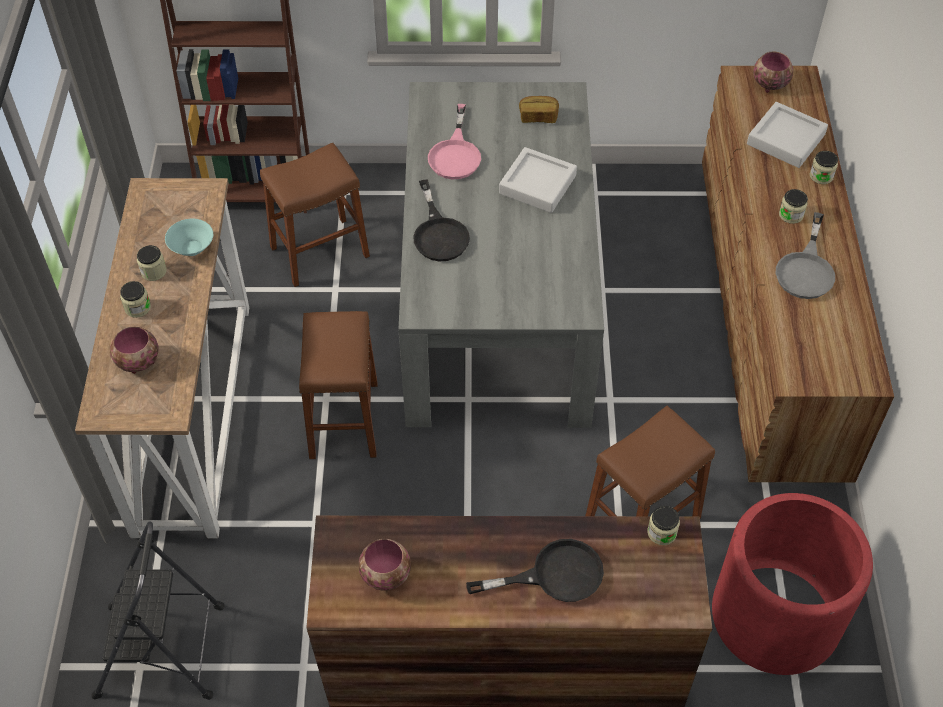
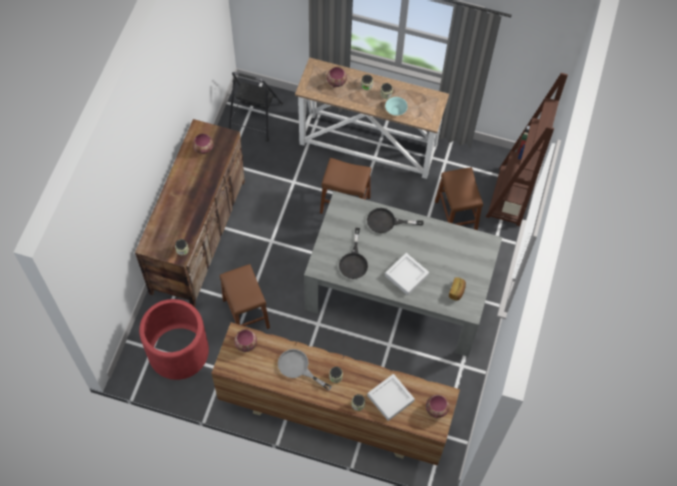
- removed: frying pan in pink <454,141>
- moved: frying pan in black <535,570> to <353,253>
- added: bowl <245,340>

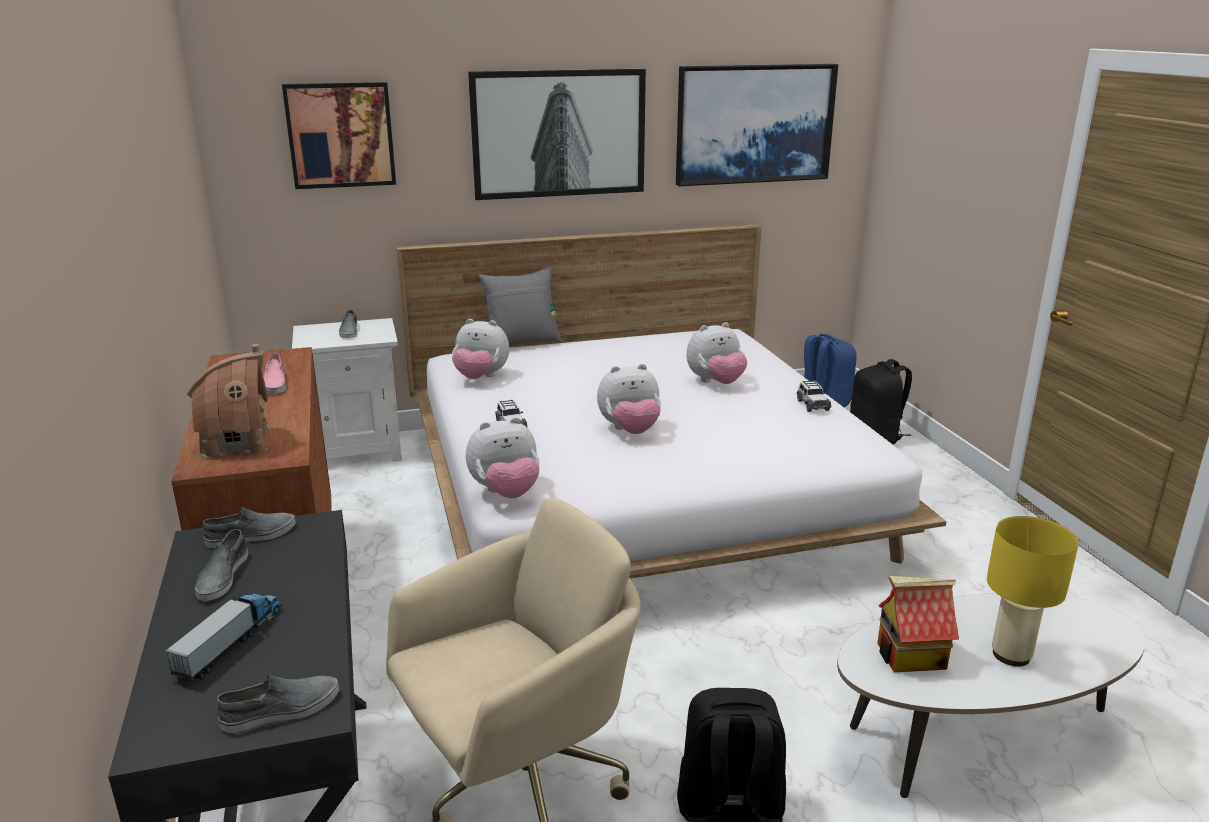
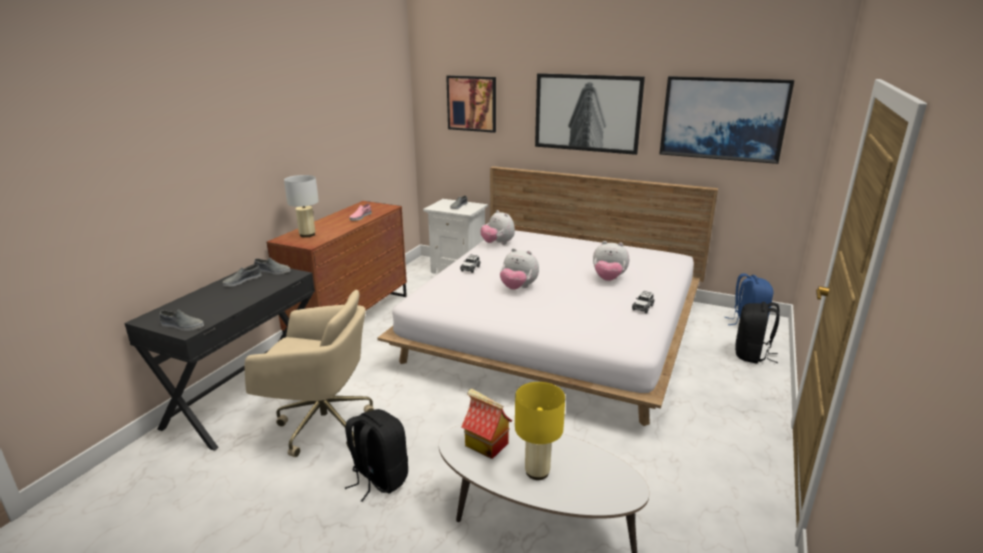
- removed: toy truck <224,638>
- replaced: toy house <229,401> to table lamp in white <301,206>
- removed: plush toy <502,457>
- removed: pillow in grey <520,306>

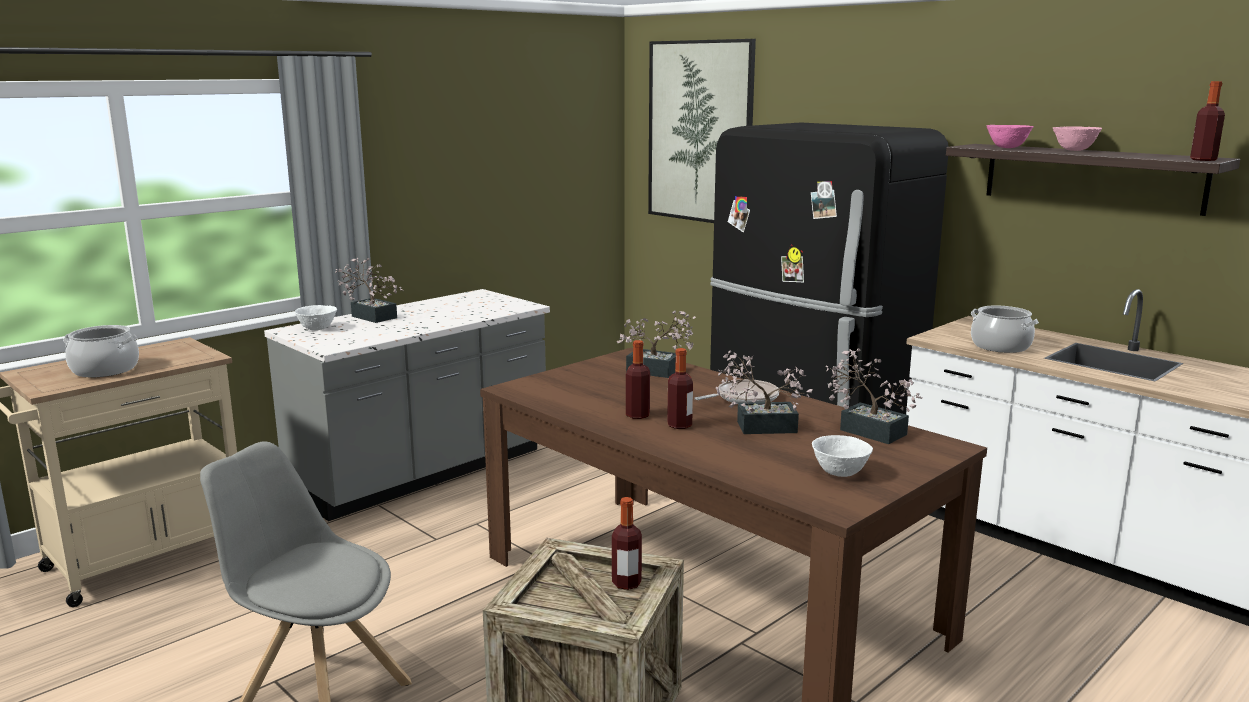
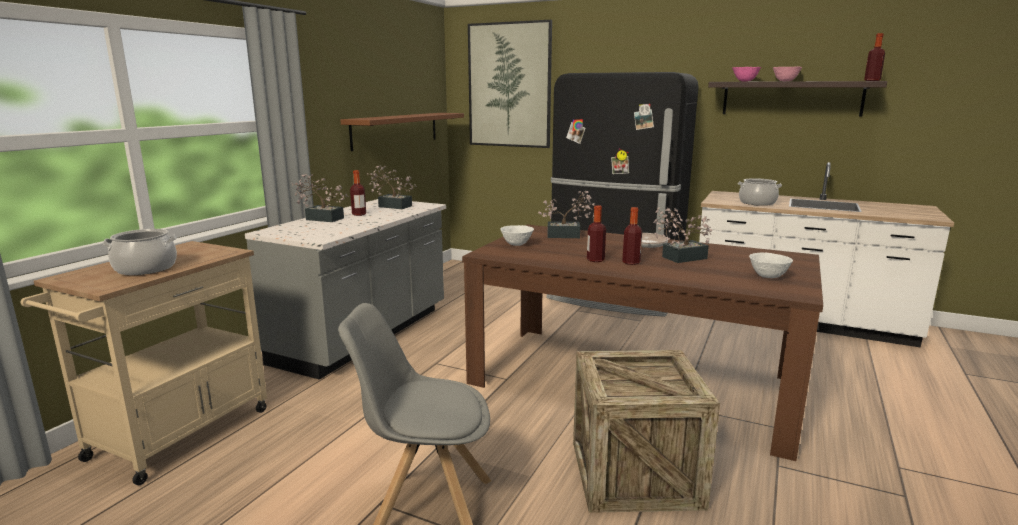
- moved: bowl in white <315,318> to <517,235>
- moved: bottle <627,543> to <358,193>
- moved: potted plant <873,396> to <392,187>
- added: shelf in brown <402,132>

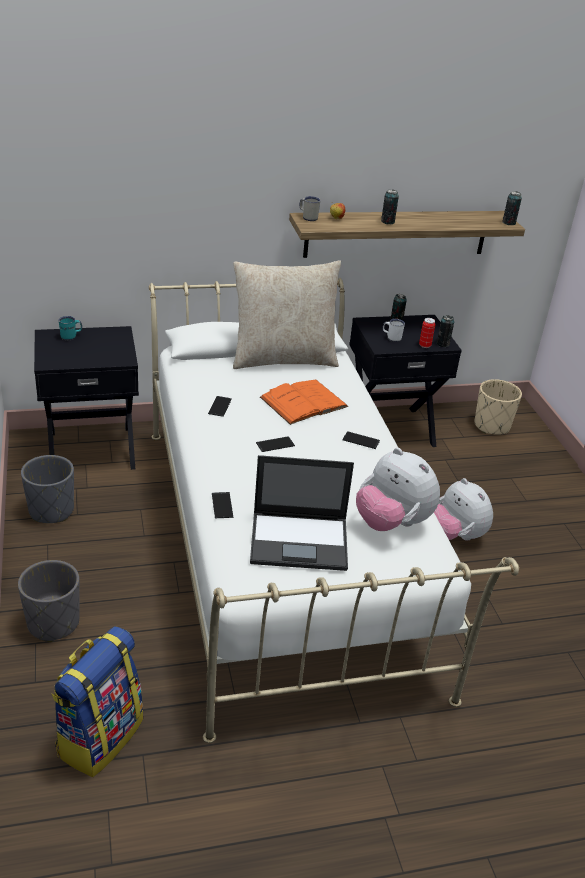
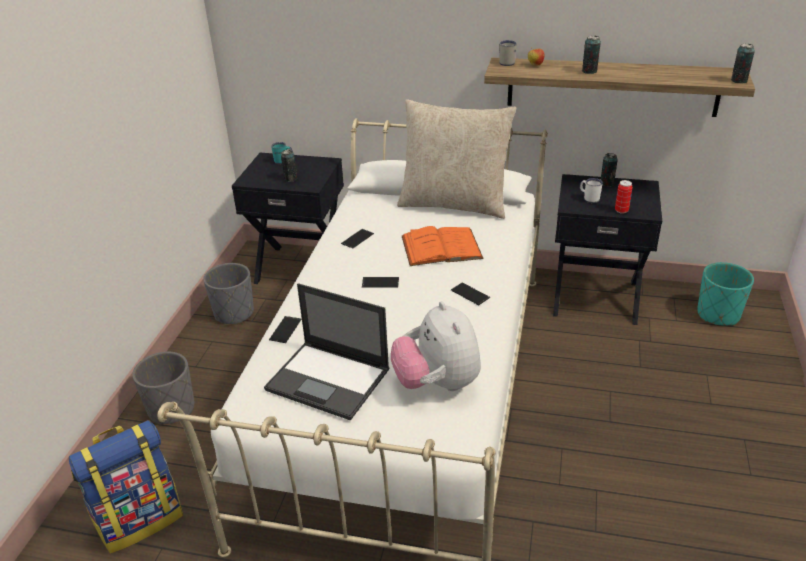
- removed: plush toy <463,509>
- moved: can <445,331> to <289,165>
- recoloured: planter in beige <498,407> to planter in turquoise <725,294>

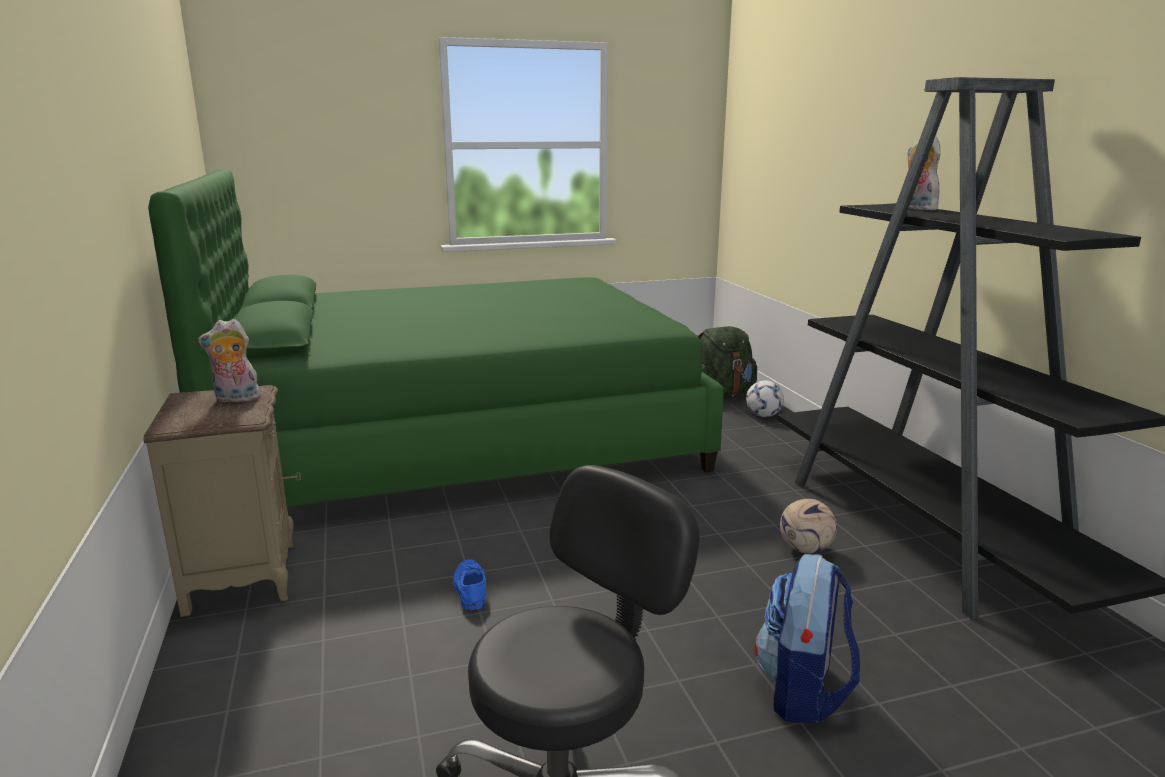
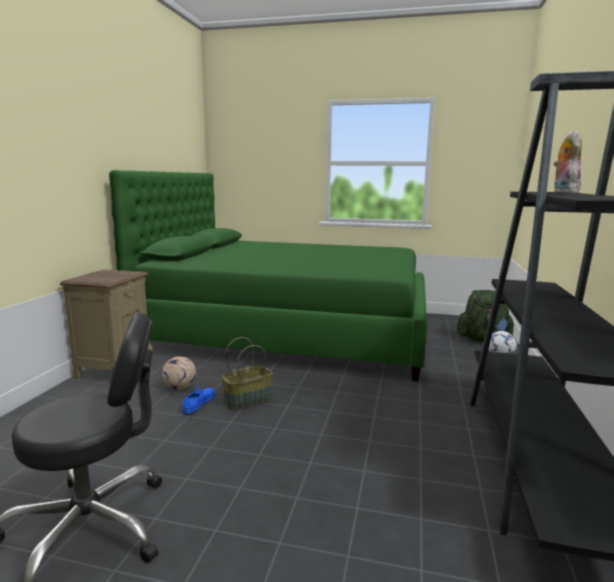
- removed: plush toy <230,361>
- removed: backpack <807,638>
- moved: football <808,526> to <179,373>
- added: basket <247,373>

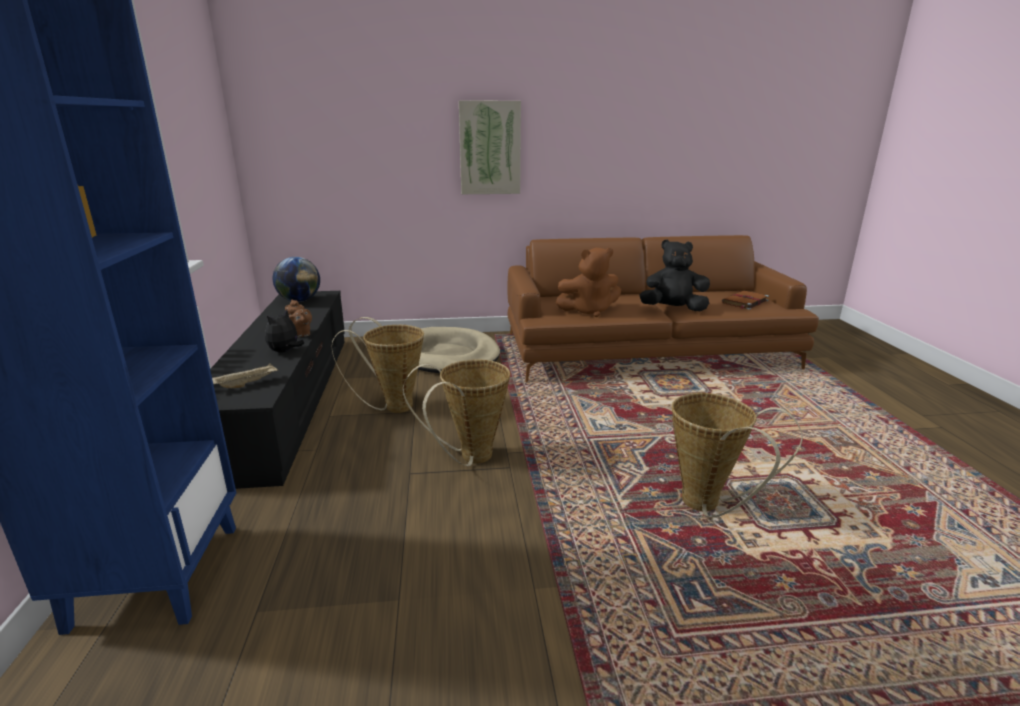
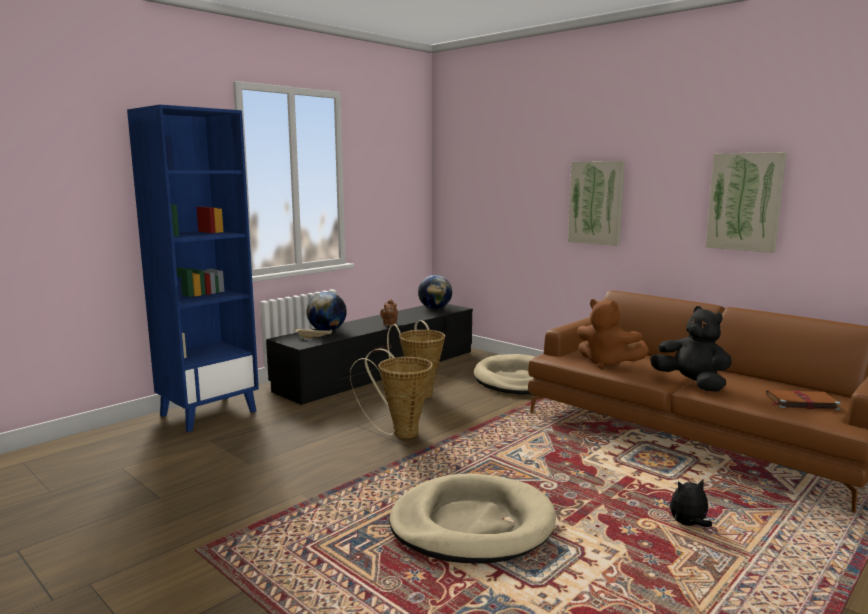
- moved: plush toy <284,331> to <691,503>
- replaced: basket <737,455> to dog bed in beige <472,518>
- added: globe <326,311>
- added: picture <746,202>

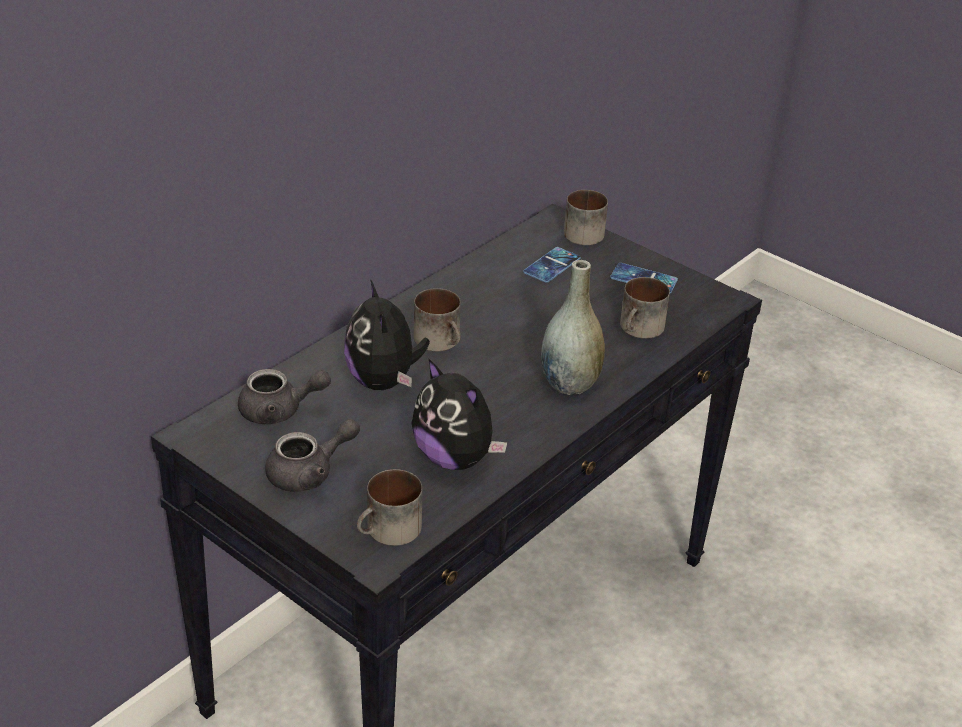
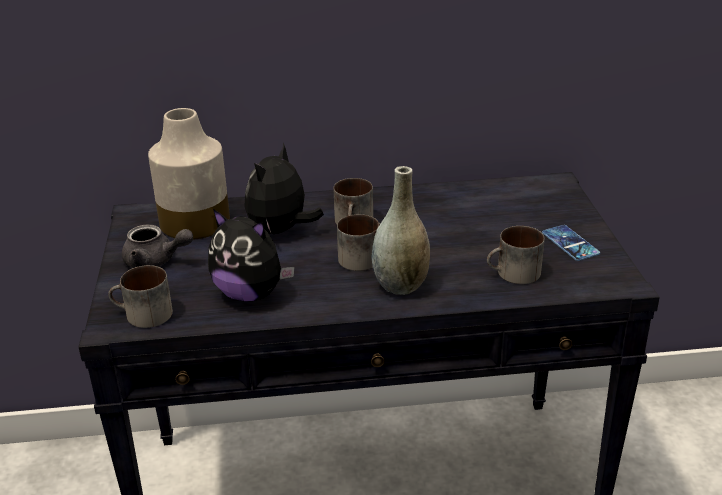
- replaced: teapot in grey <284,396> to vase in beige <189,174>
- turned: plush toy <459,414> = <251,255> 60 degrees counterclockwise
- removed: phone <552,265>
- moved: mug <586,217> to <359,242>

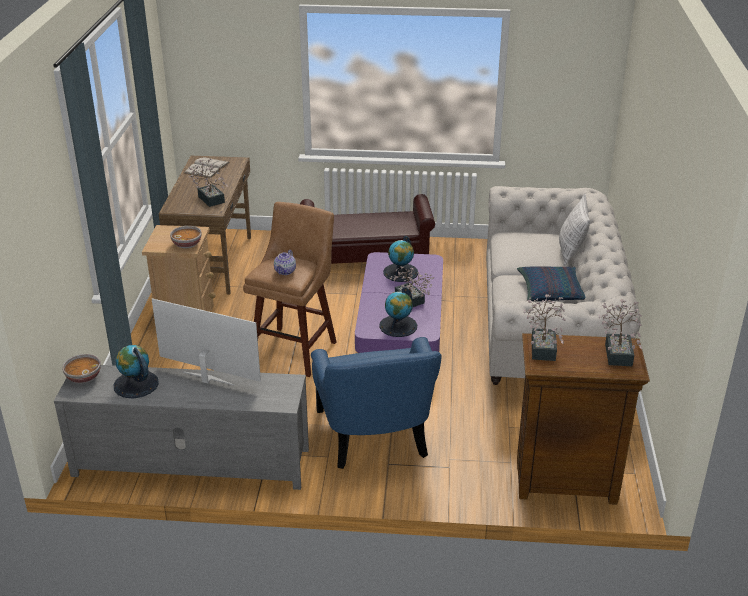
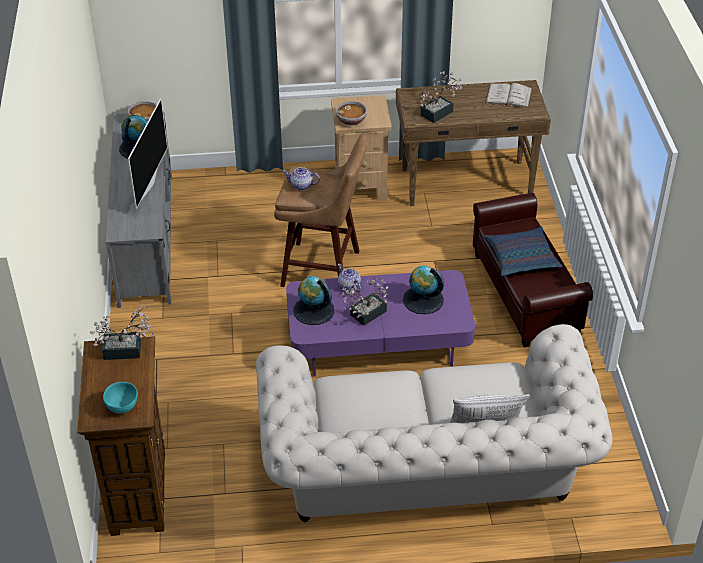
- removed: armchair in blue <376,403>
- moved: pillow in blue <551,283> to <522,251>
- replaced: potted plant <620,333> to bowl in turquoise <120,398>
- added: teapot <349,278>

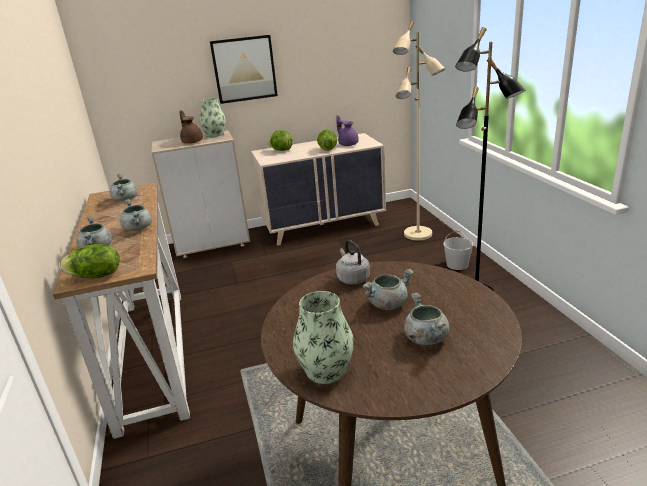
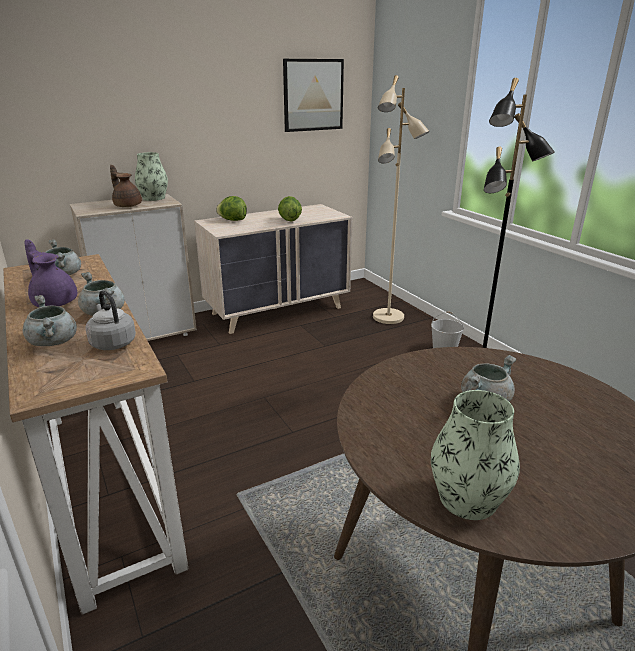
- removed: lettuce <89,261>
- moved: picture <244,69> to <313,95>
- moved: teapot in purple <347,130> to <50,273>
- moved: kettle in grey <353,262> to <110,320>
- removed: cooking pot in grey <427,319>

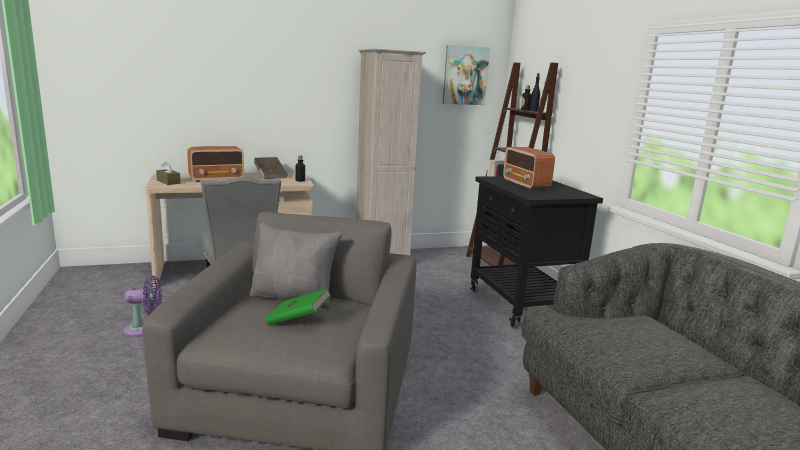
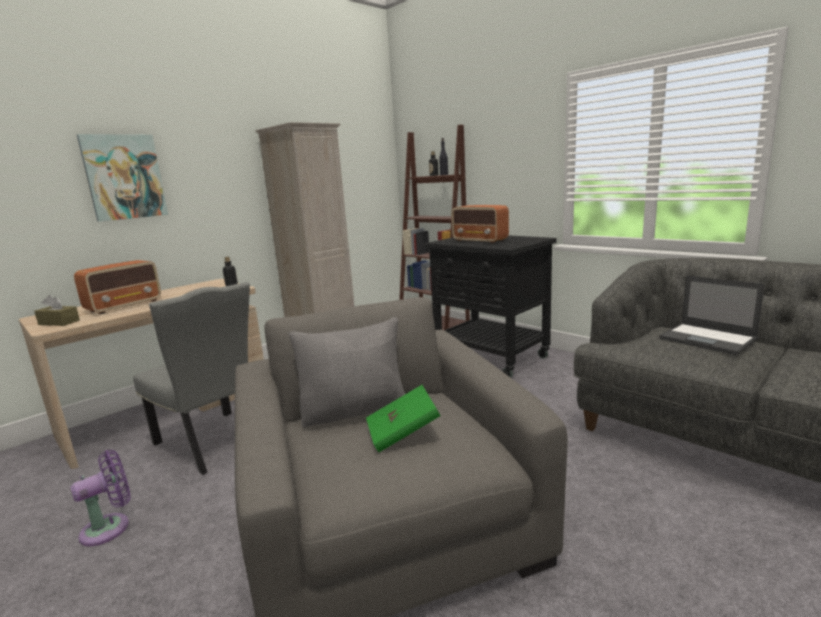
- removed: book in brown <271,168>
- moved: picture <466,75> to <122,178>
- added: laptop <712,315>

